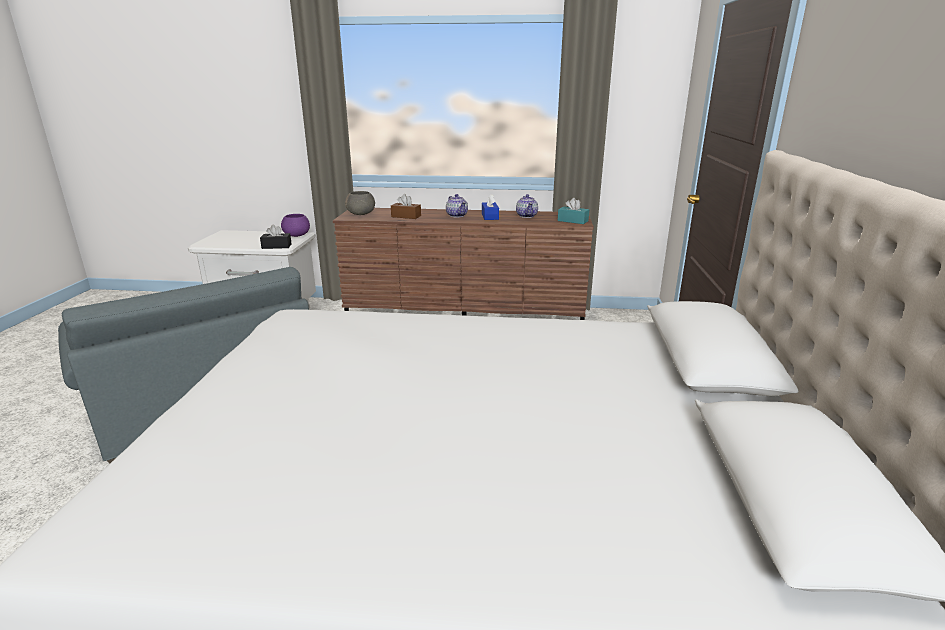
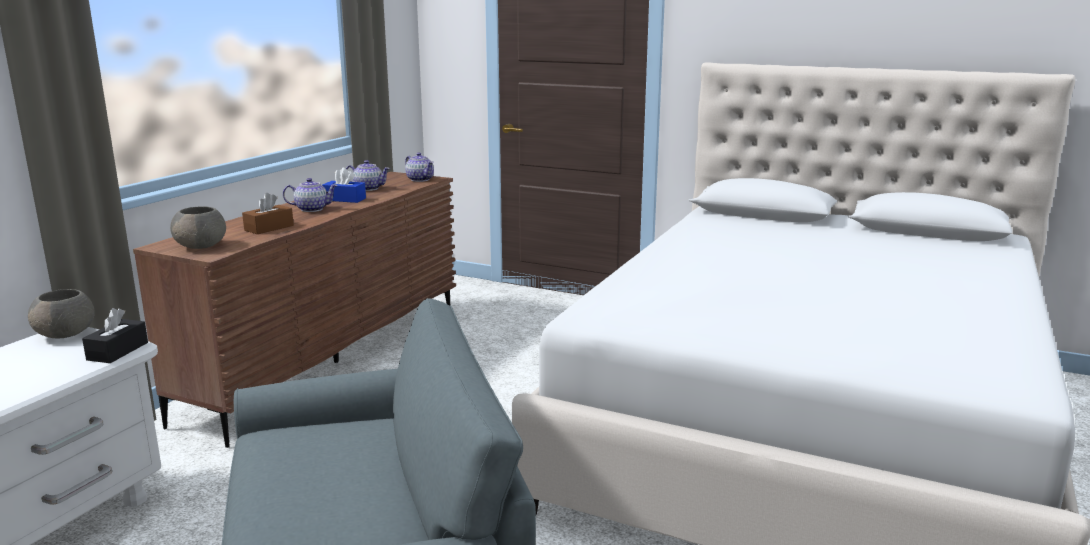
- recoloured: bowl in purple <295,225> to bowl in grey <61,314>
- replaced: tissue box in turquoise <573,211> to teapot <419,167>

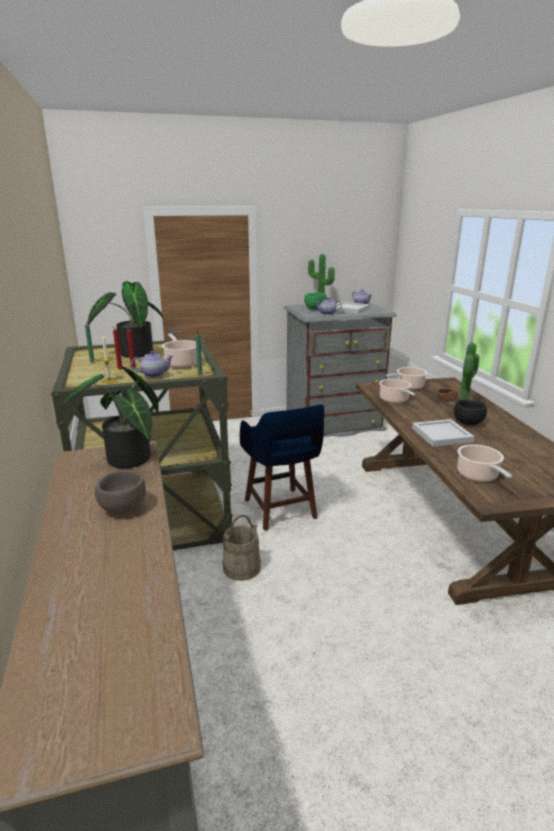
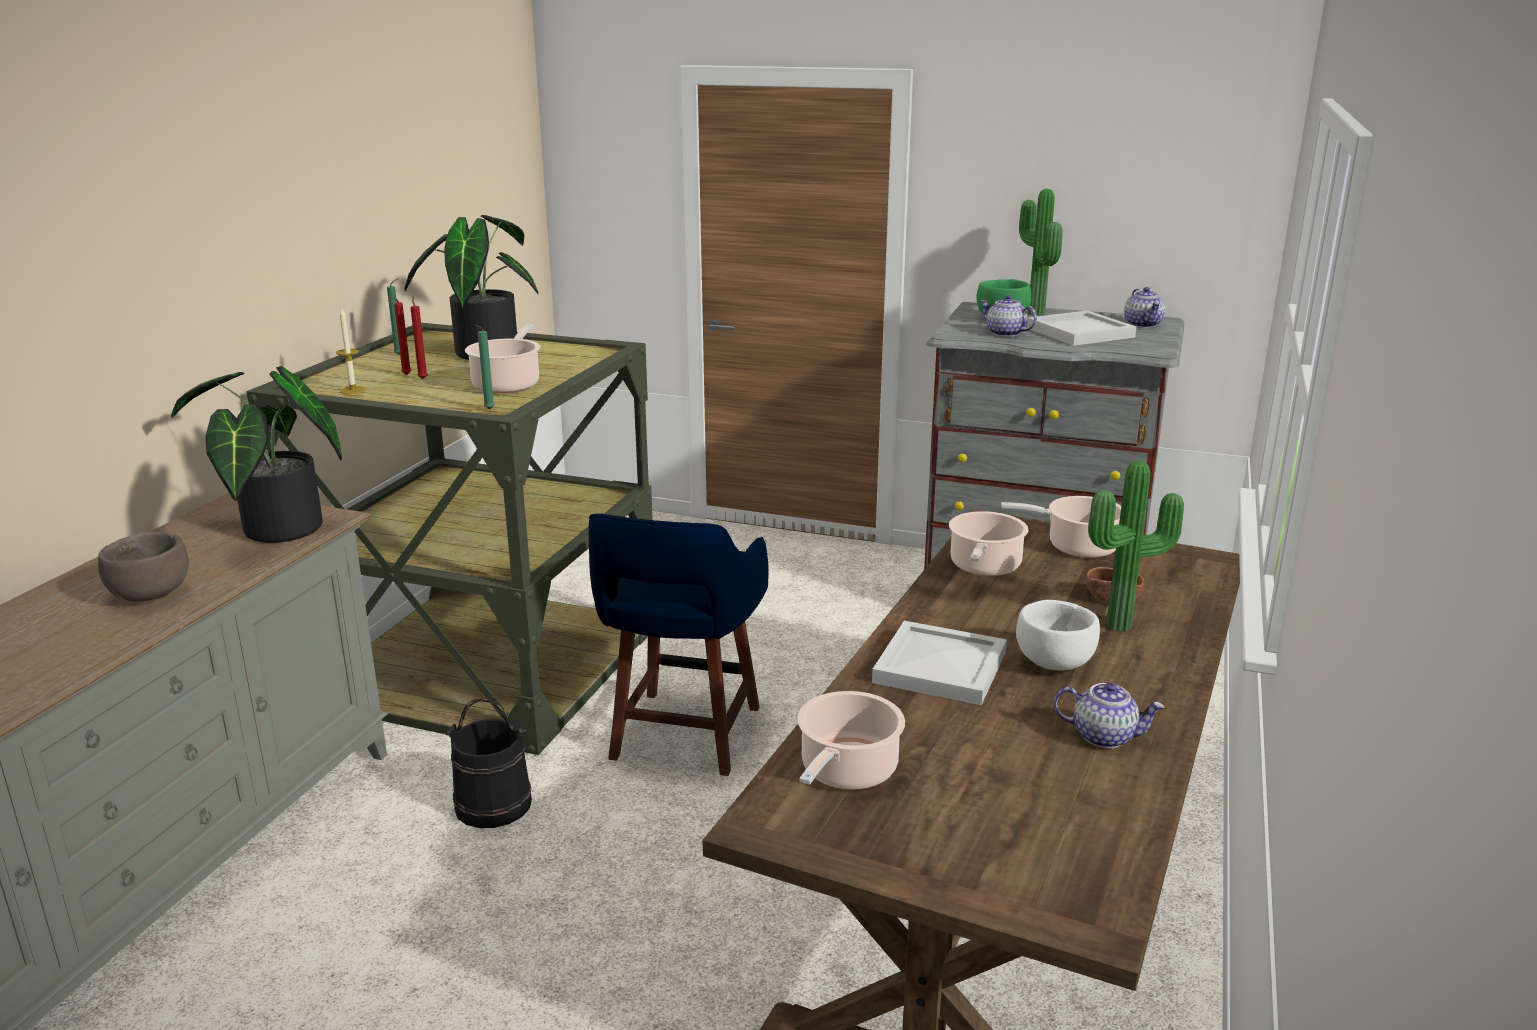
- moved: teapot <152,364> to <1108,715>
- recoloured: bucket in beige <241,548> to bucket in black <488,762>
- recoloured: bowl in black <470,412> to bowl in white <1058,635>

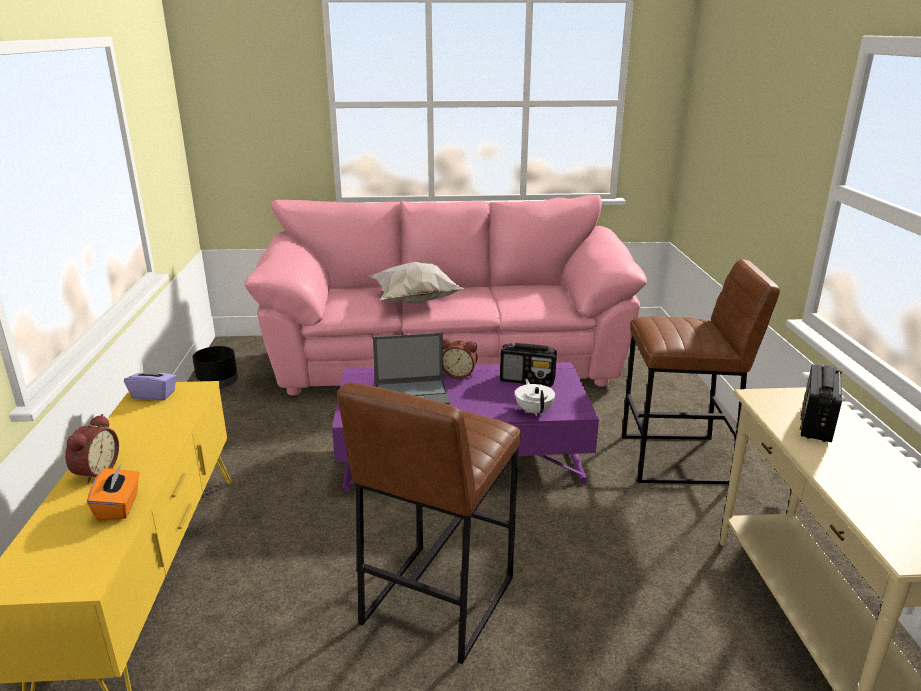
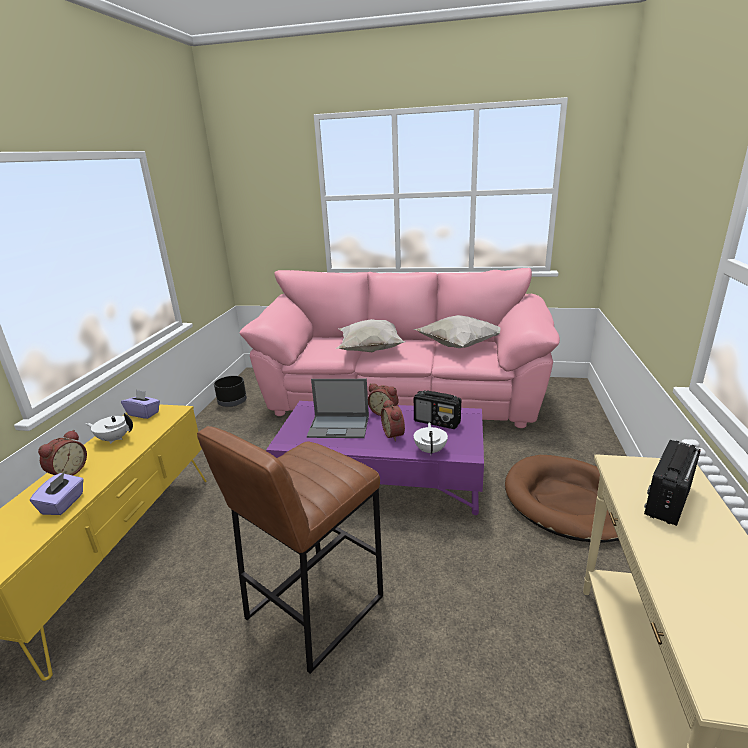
- recoloured: tissue box in orange <113,493> to tissue box in purple <57,493>
- replaced: stool in brown <701,371> to dog bed in brown <562,499>
- added: teapot in white <109,428>
- added: alarm clock <393,420>
- added: pillow in white <456,331>

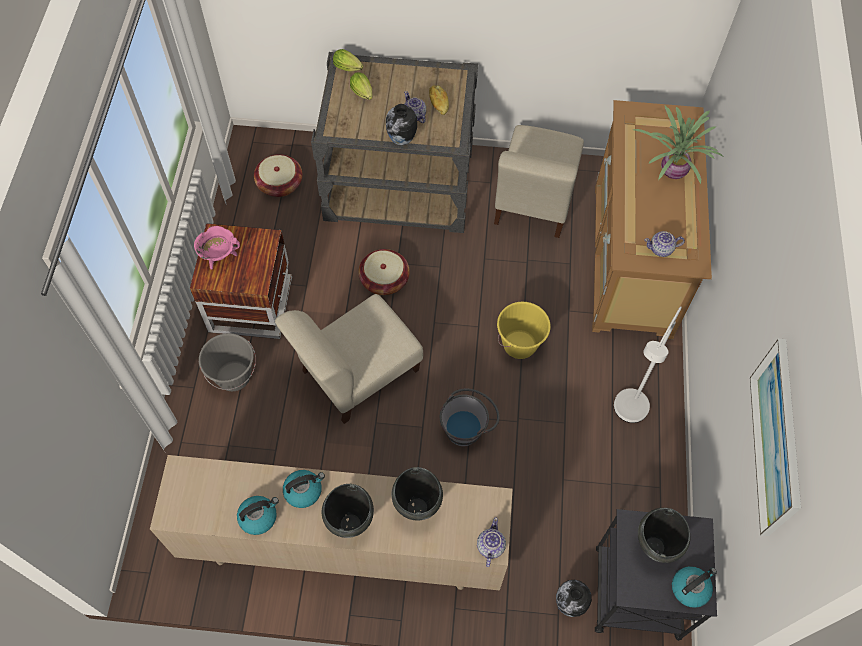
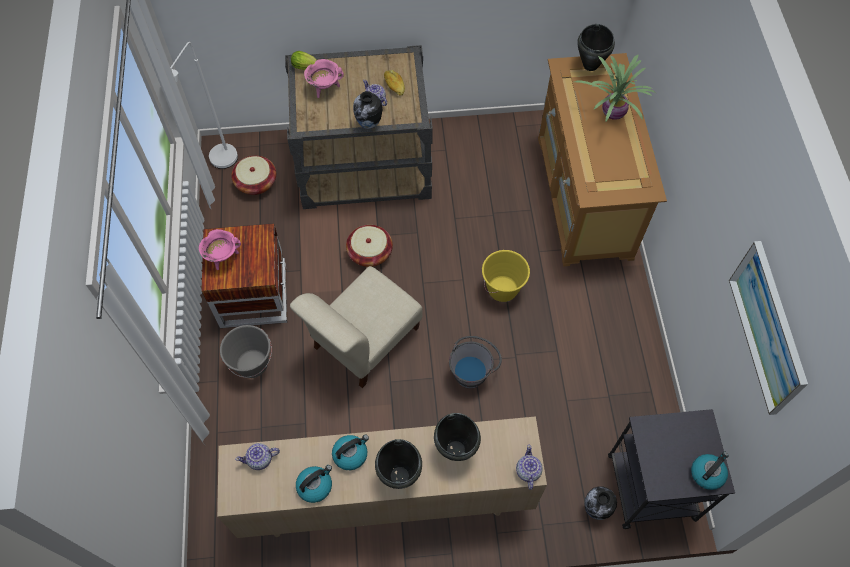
- replaced: lettuce <361,86> to cooking pot in pink <324,78>
- removed: chair in beige <539,181>
- moved: floor lamp in white <648,364> to <204,105>
- moved: cooking pot in black <664,535> to <596,47>
- moved: teapot <664,244> to <257,456>

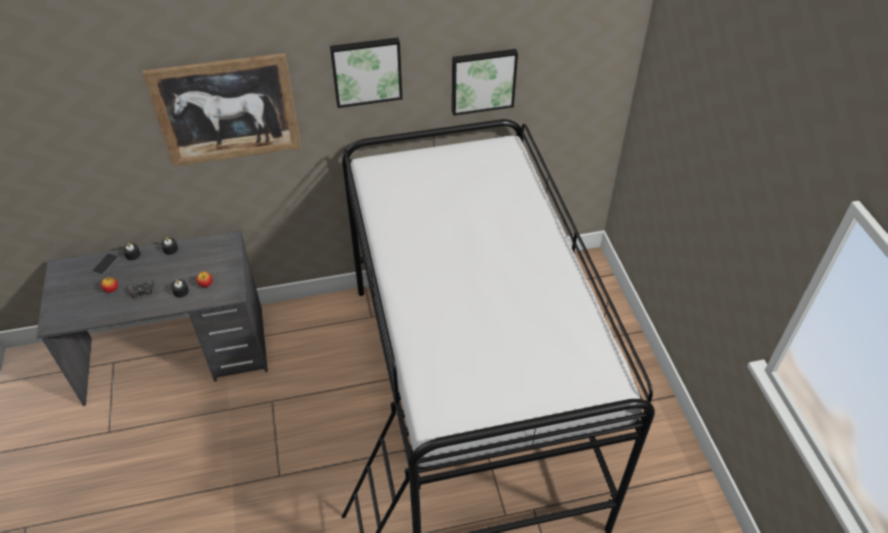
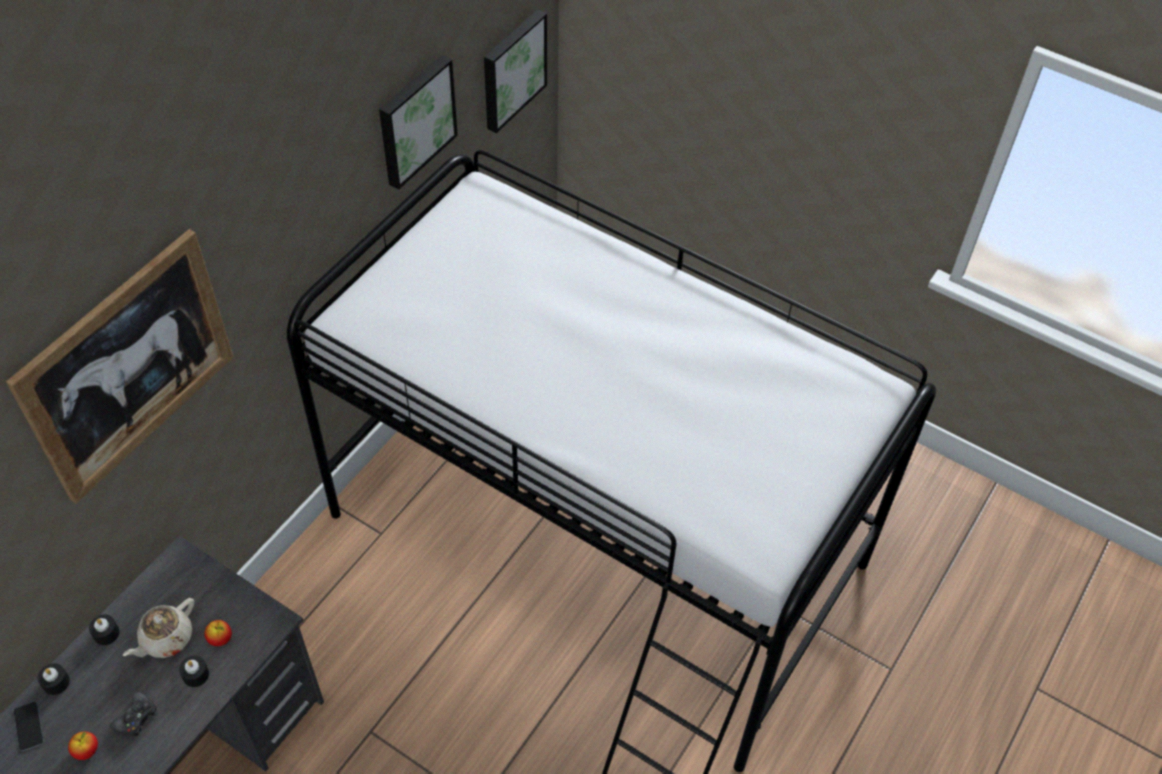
- moved: picture <366,73> to <515,71>
- added: teapot in beige <159,628>

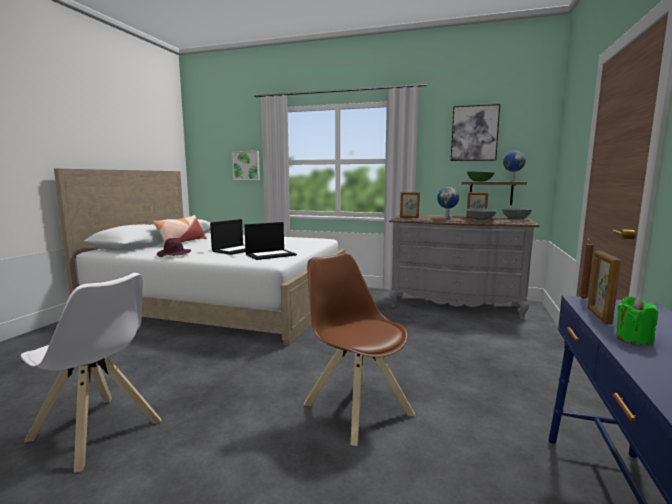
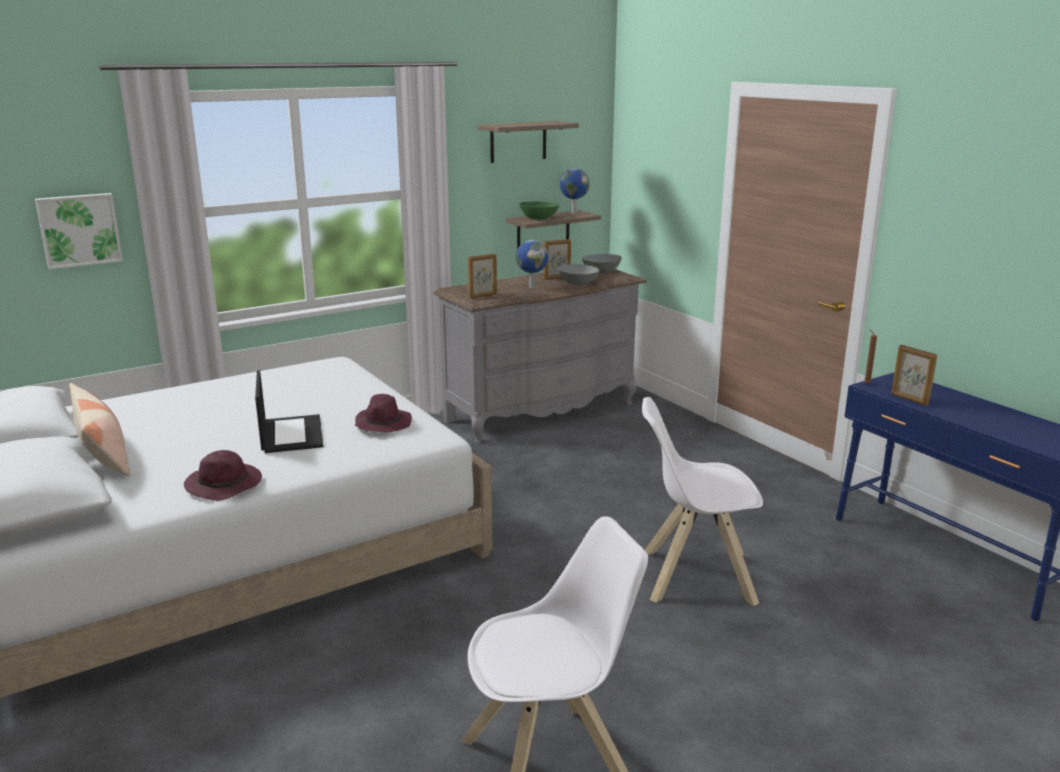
- replaced: laptop <270,241> to hat in purple <383,413>
- recoloured: chair in brown <359,349> to chair in white <702,501>
- replaced: picture <475,132> to shelf <528,142>
- removed: candle in green <637,320>

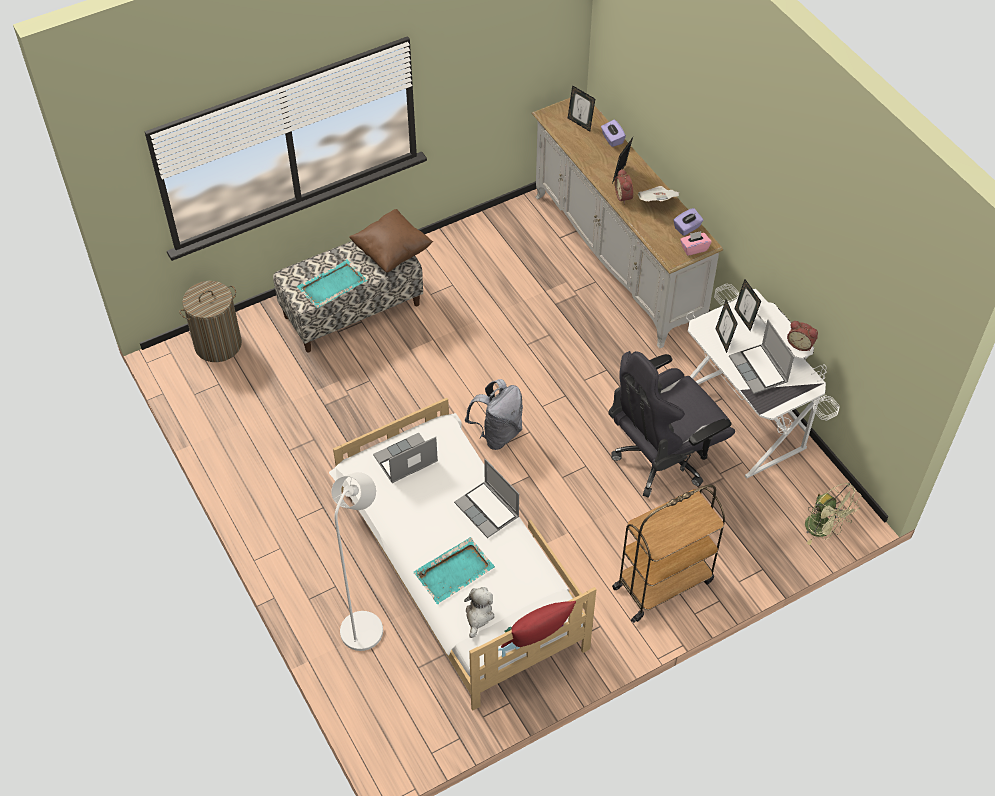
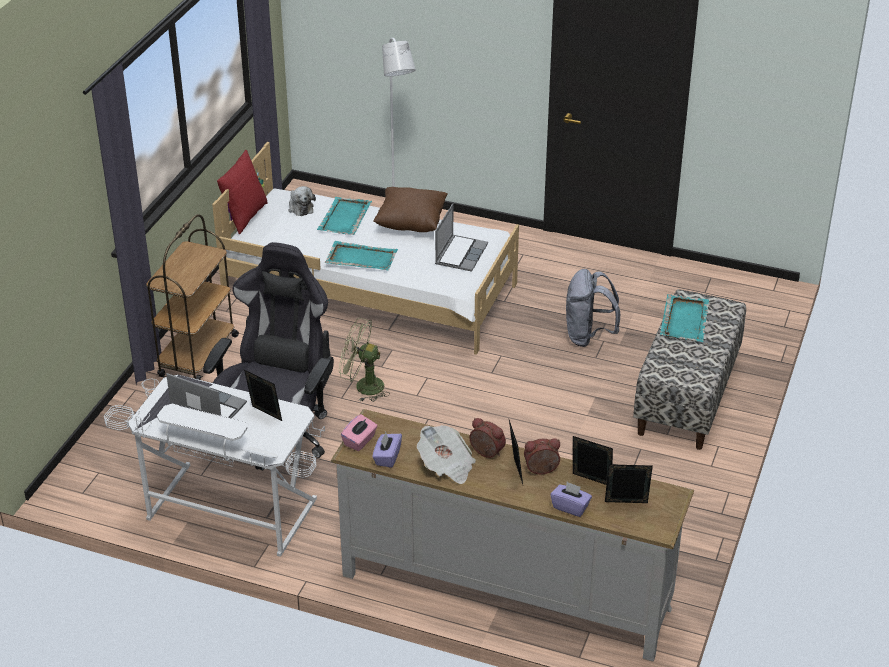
- removed: laundry basket <210,321>
- moved: pillow in brown <391,240> to <410,209>
- replaced: laptop <486,498> to tray in turquoise <361,255>
- moved: backpack in grey <494,414> to <593,308>
- moved: picture frame <747,305> to <593,460>
- moved: alarm clock <802,336> to <542,456>
- moved: fan in green <833,514> to <364,360>

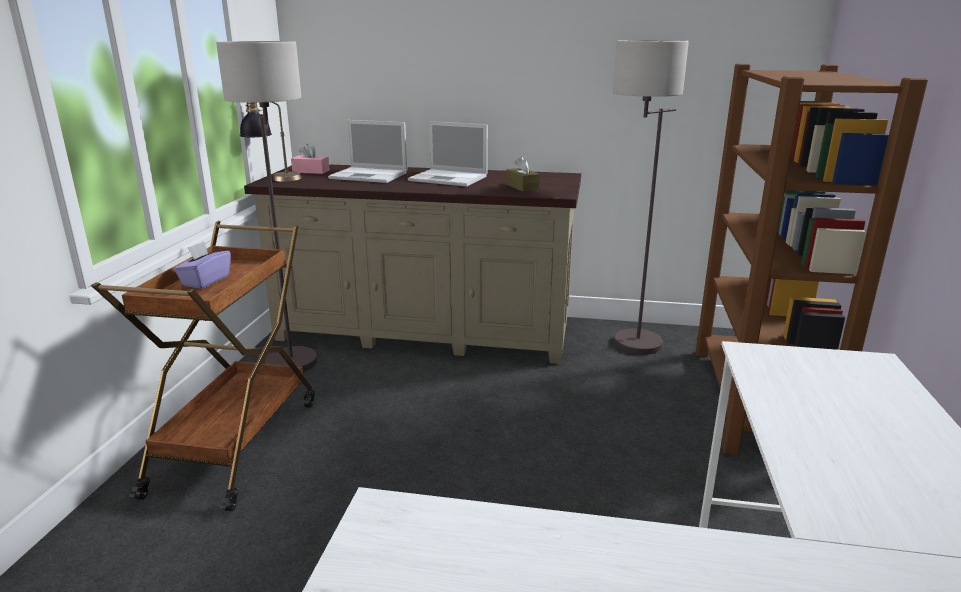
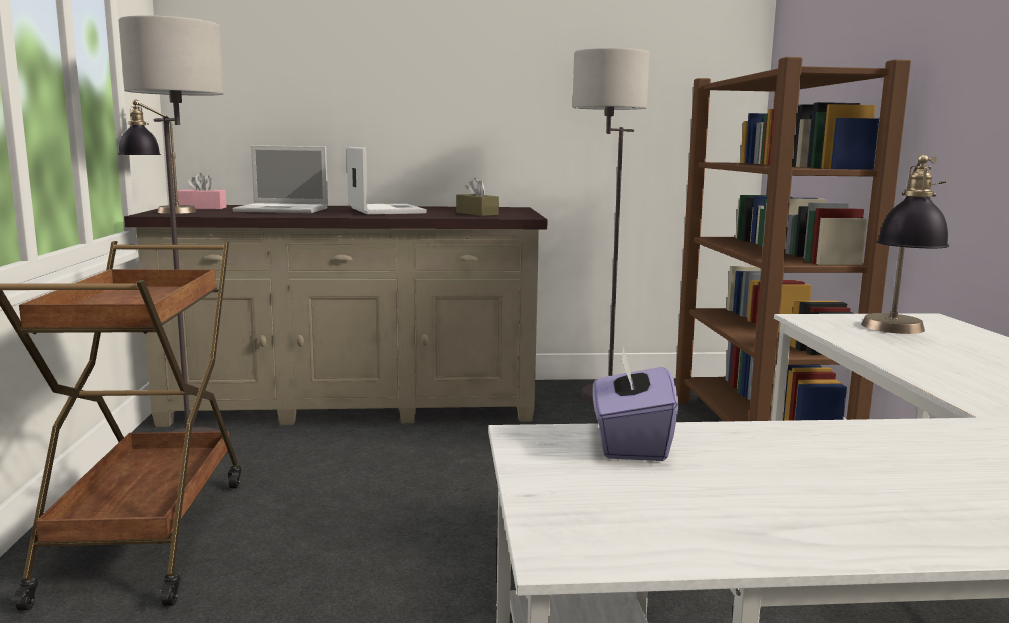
- moved: tissue box in purple <202,265> to <635,404>
- turned: laptop <448,154> = <387,181> 120 degrees counterclockwise
- added: table lamp <905,244>

